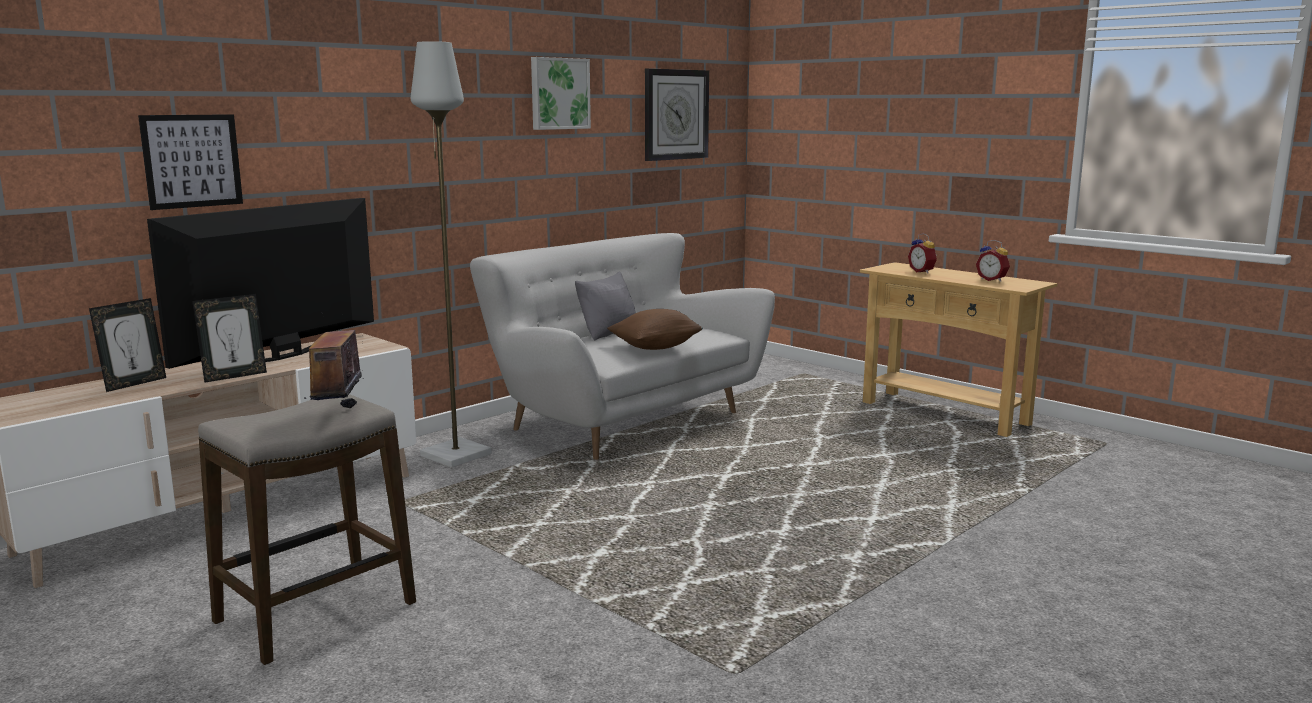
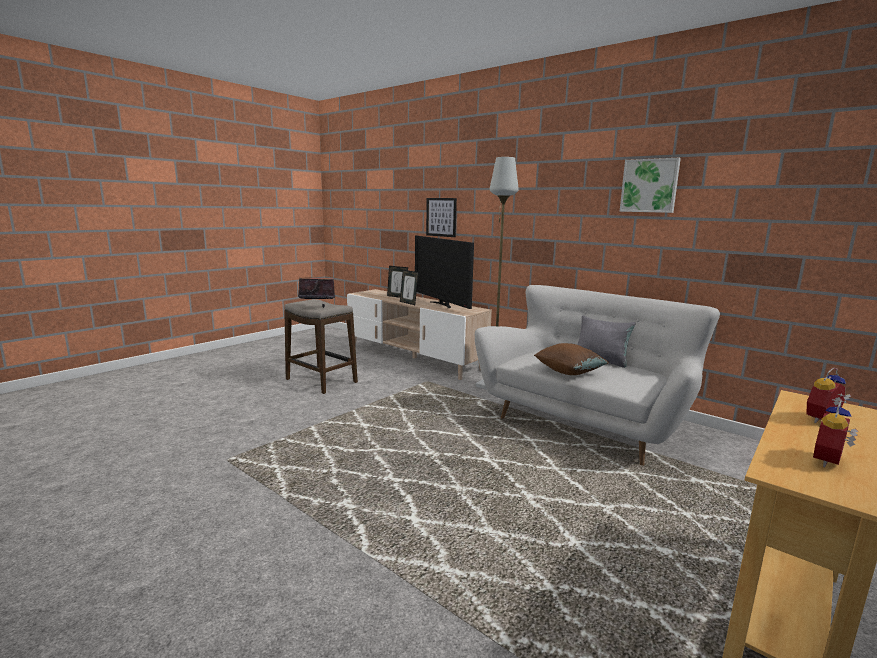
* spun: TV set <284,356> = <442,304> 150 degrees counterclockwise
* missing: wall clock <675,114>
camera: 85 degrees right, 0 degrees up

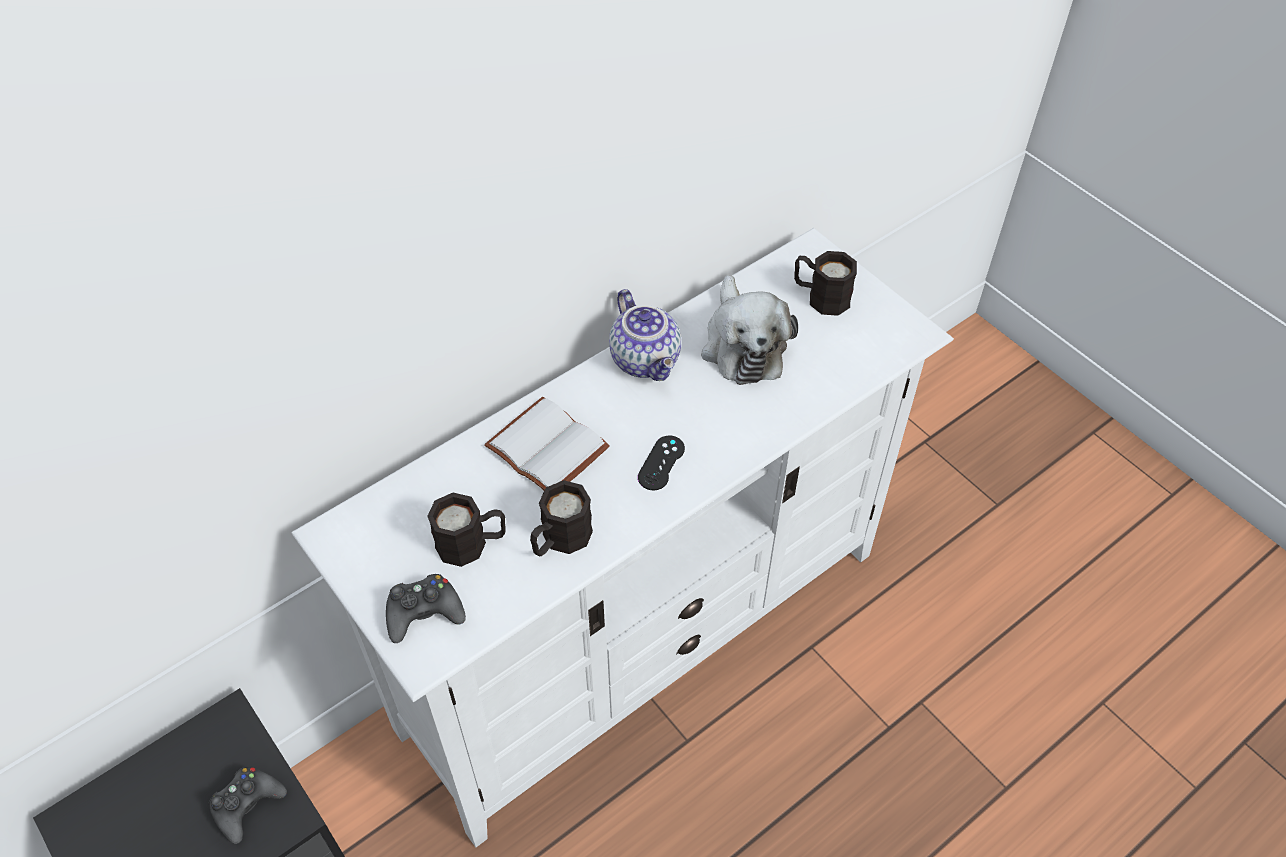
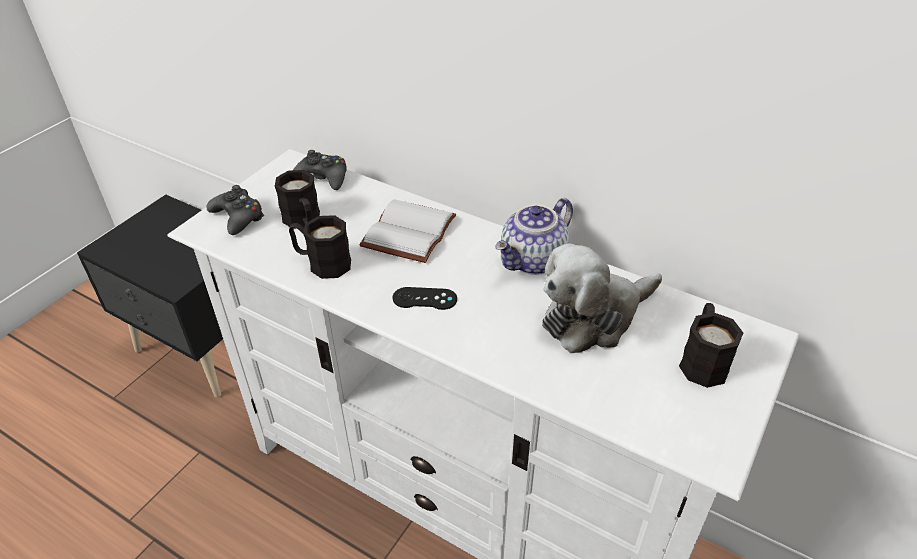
* relocated: black-coloured gamepad <247,805> to <322,178>
camera: 70 degrees right, 10 degrees down

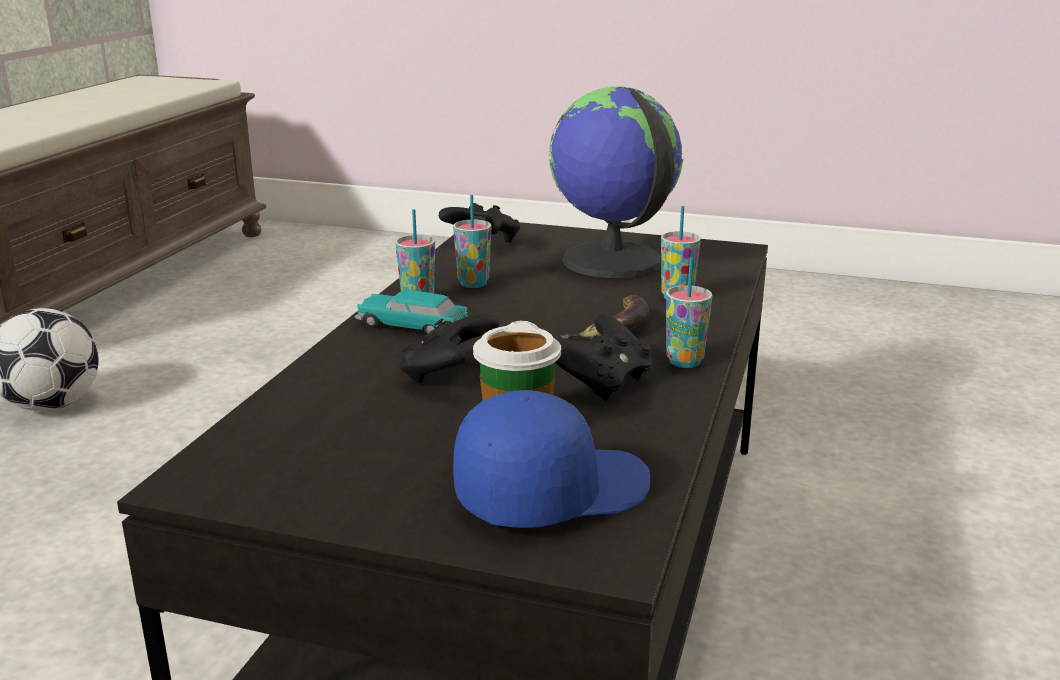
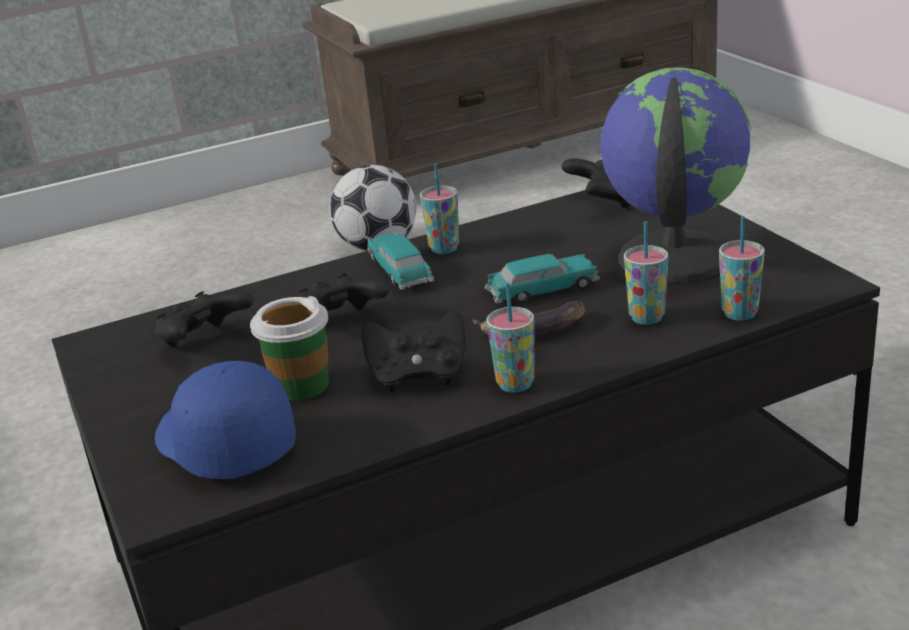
* appeared: black-coloured gamepad <205,342>
* spun: bluish peaked cap <551,492> = <222,445> 150 degrees counterclockwise
* appeared: miniature car <543,289>
* relocated: drinking cup <473,283> to <739,313>
camera: 50 degrees right, 5 degrees up

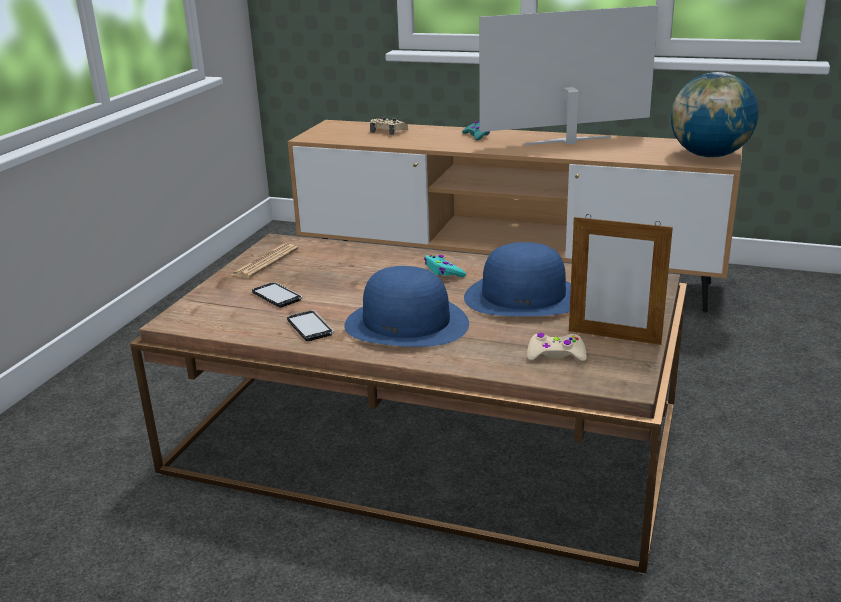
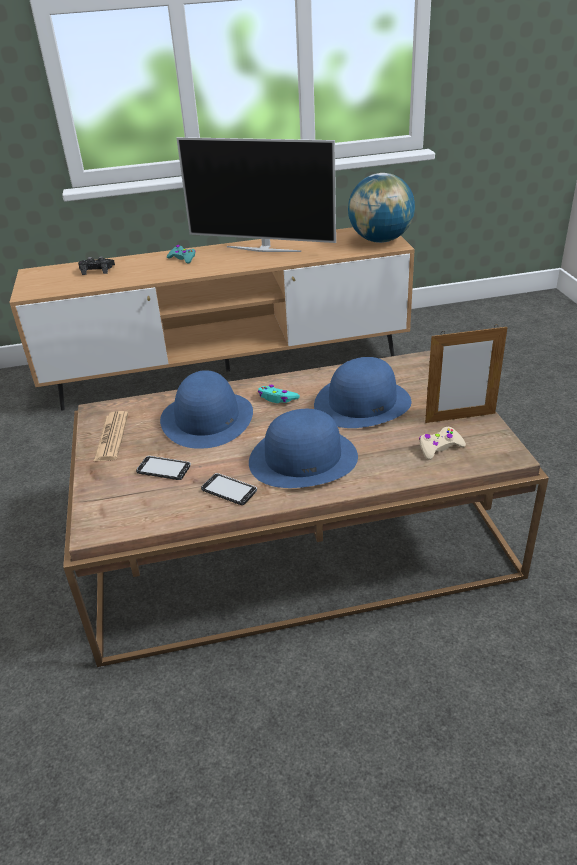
* colour: beige gamepad <388,131> to black-coloured gamepad <97,270>
* appeared: bluish clothing hat <207,418>
* spun: TV set <568,141> = <264,249> 120 degrees counterclockwise
camera: 30 degrees left, 10 degrees up

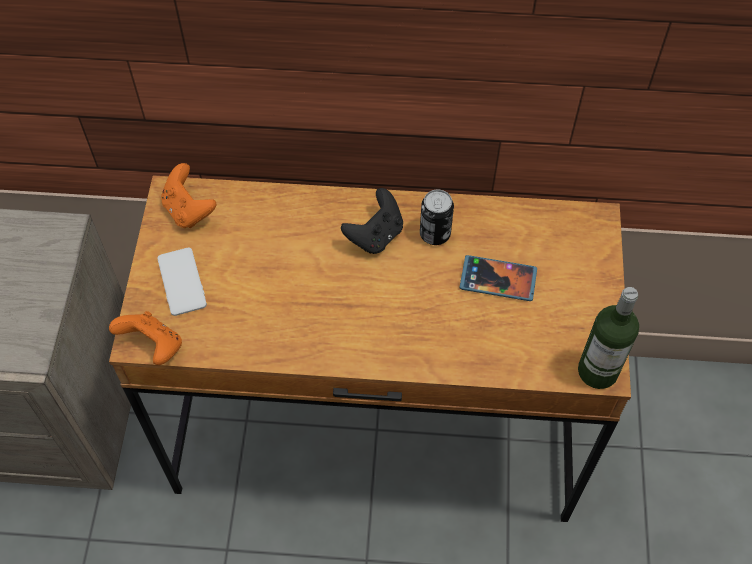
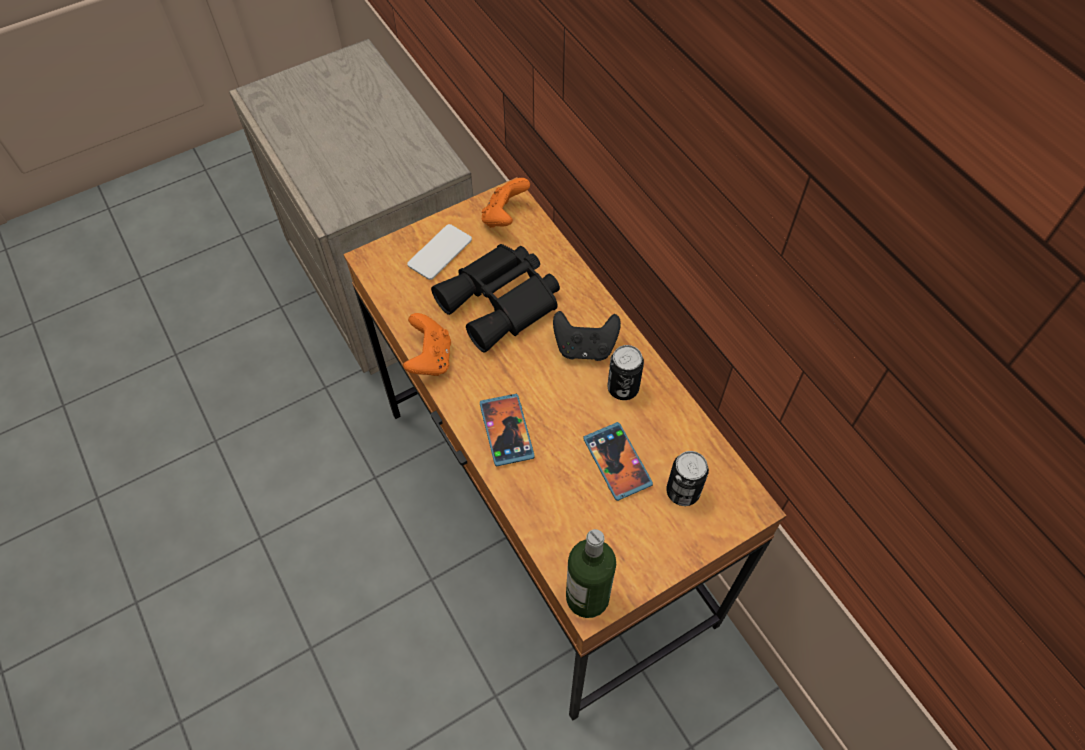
* relocated: orangey gamepad <153,347> to <430,358>
* appeared: black-coloured field glasses <502,303>
* appeared: handset <506,431>
* appeared: sealed can <683,491>
camera: 55 degrees right, 0 degrees up

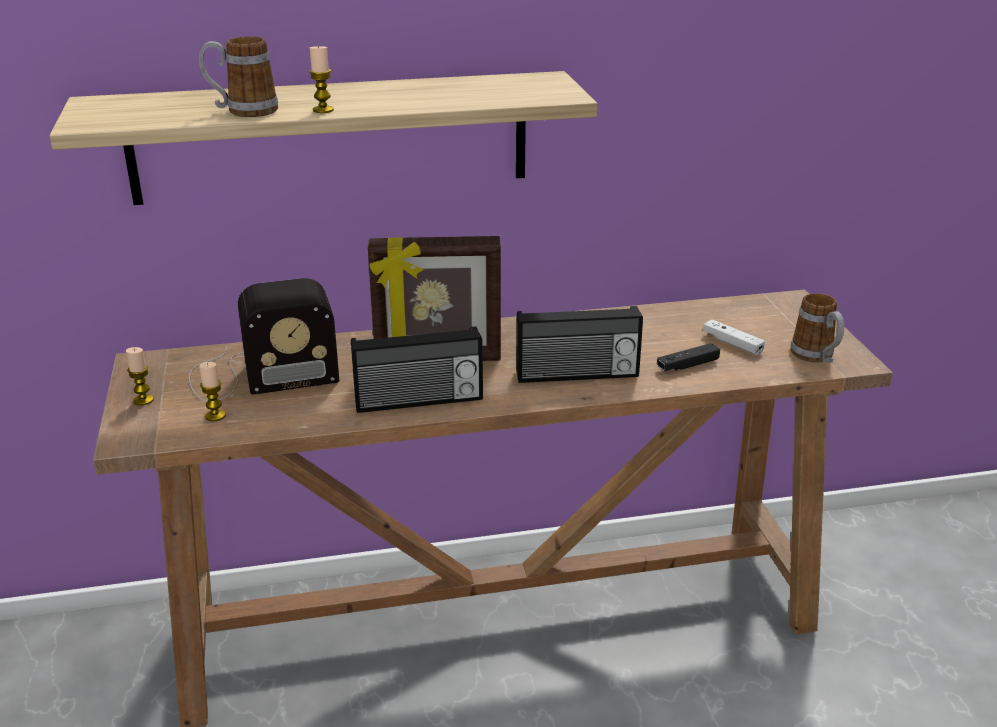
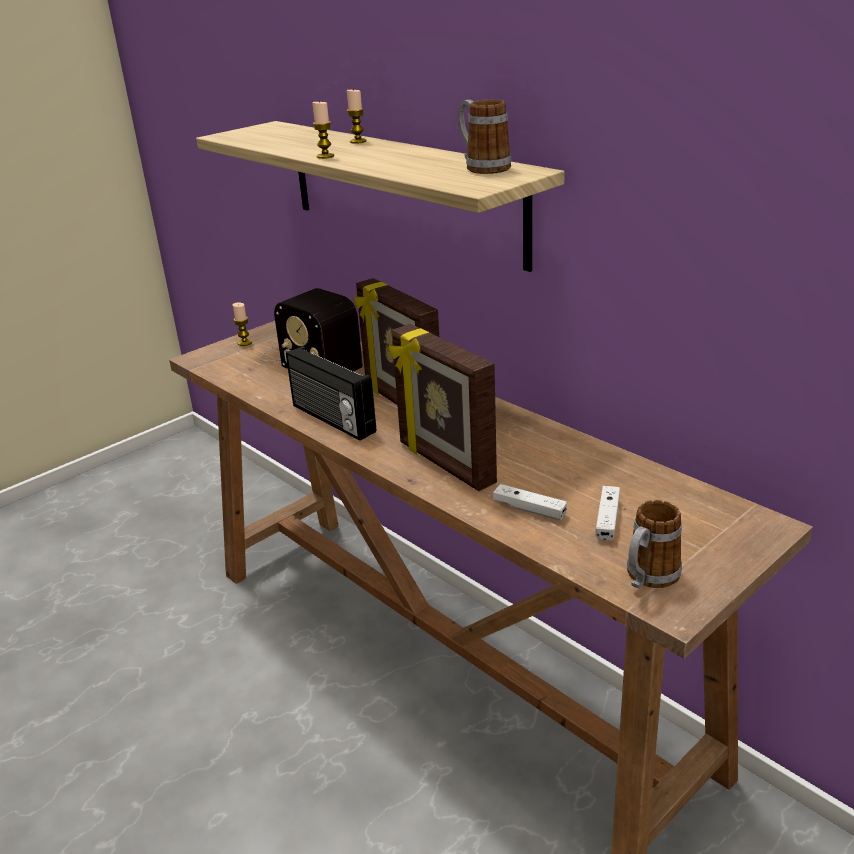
* relocated: candle <215,416> to <358,141>
* exchanged: radio set <577,375> to picture frame <444,464>
* relocated: mug <242,111> to <482,167>
* colour: black-coloured gamepad <687,365> to white gamepad <529,509>
camera: 60 degrees right, 0 degrees up

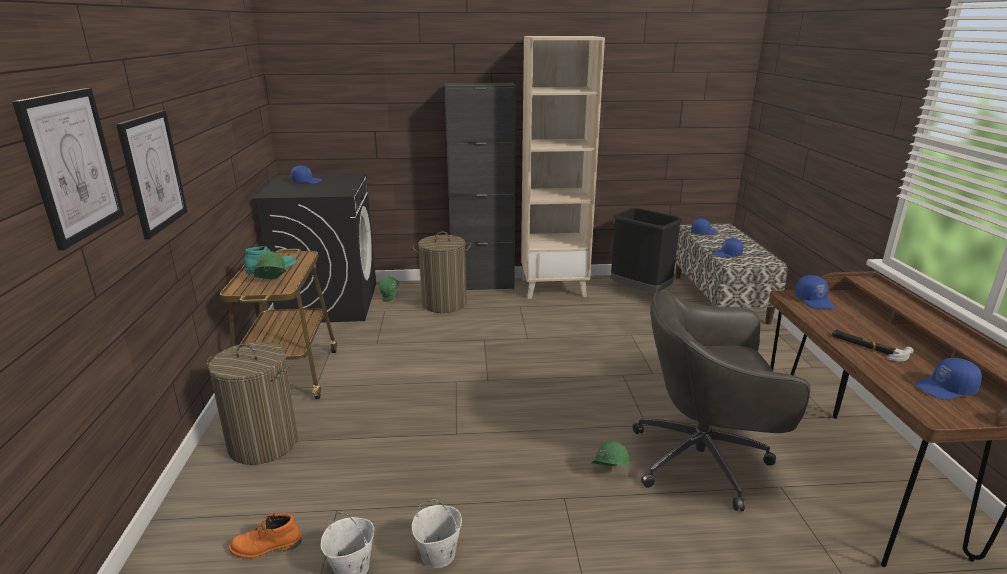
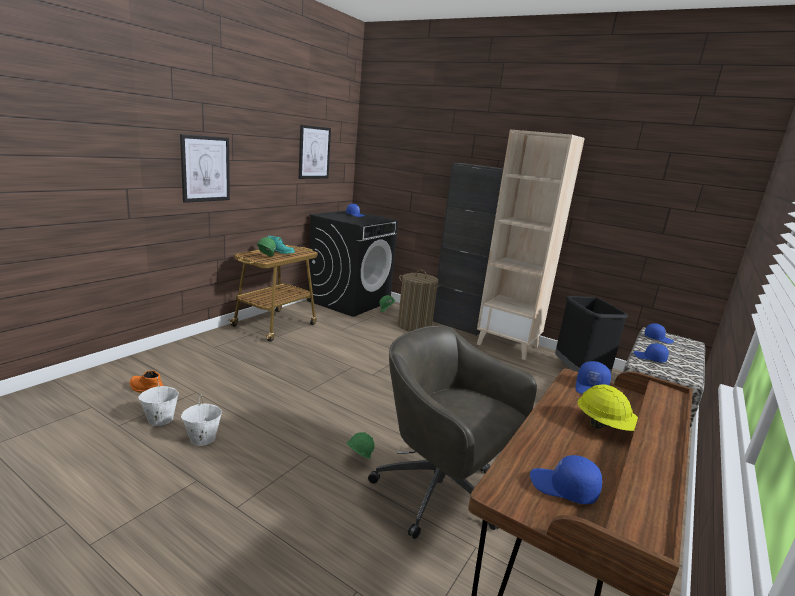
* relocated: wall art <72,165> to <314,152>
* appeared: yellow-coloured safety helmet <605,427>
* missing: washing basket <263,443>
* missing: hand hammer <868,347>
camera: 35 degrees right, 5 degrees down

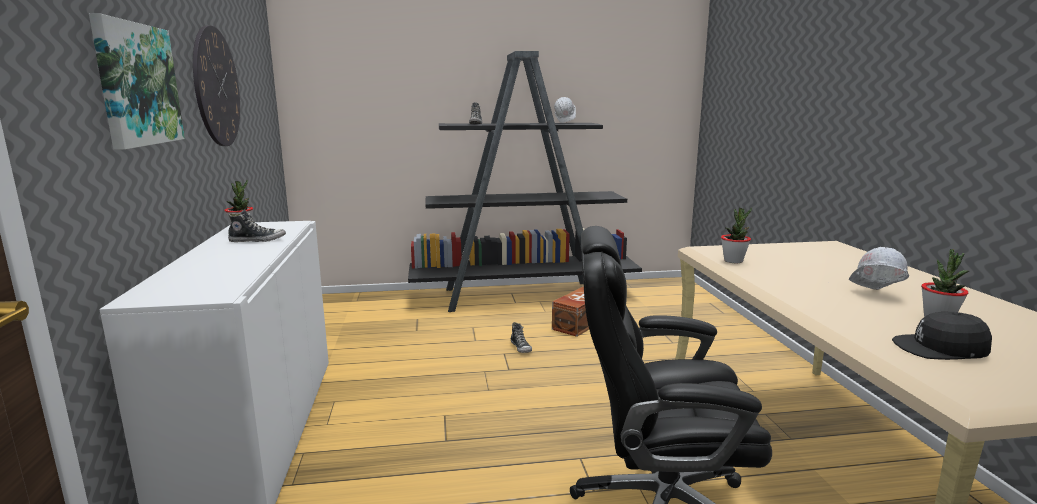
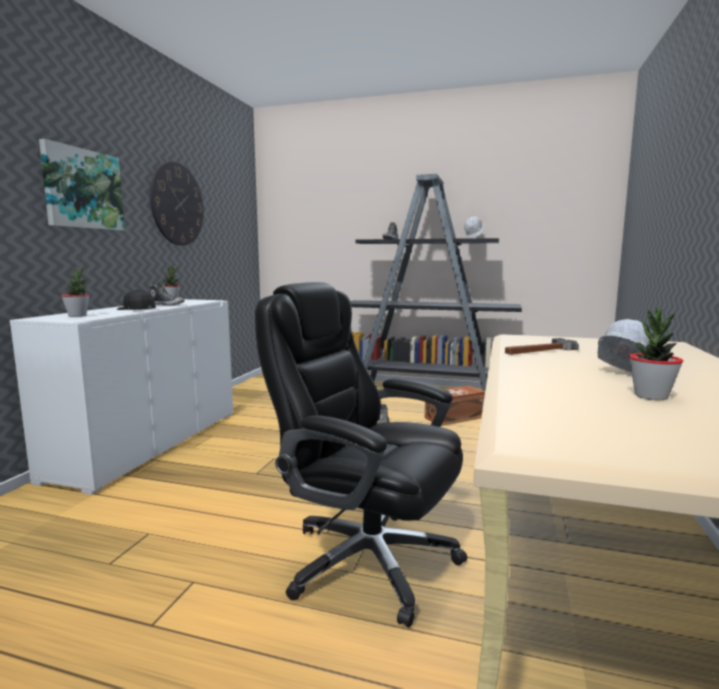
* relocated: houseplant <733,261> to <77,316>
* relocated: black-coloured peaked cap <940,349> to <137,309>
* appeared: hand hammer <541,352>
camera: 25 degrees right, 5 degrees down

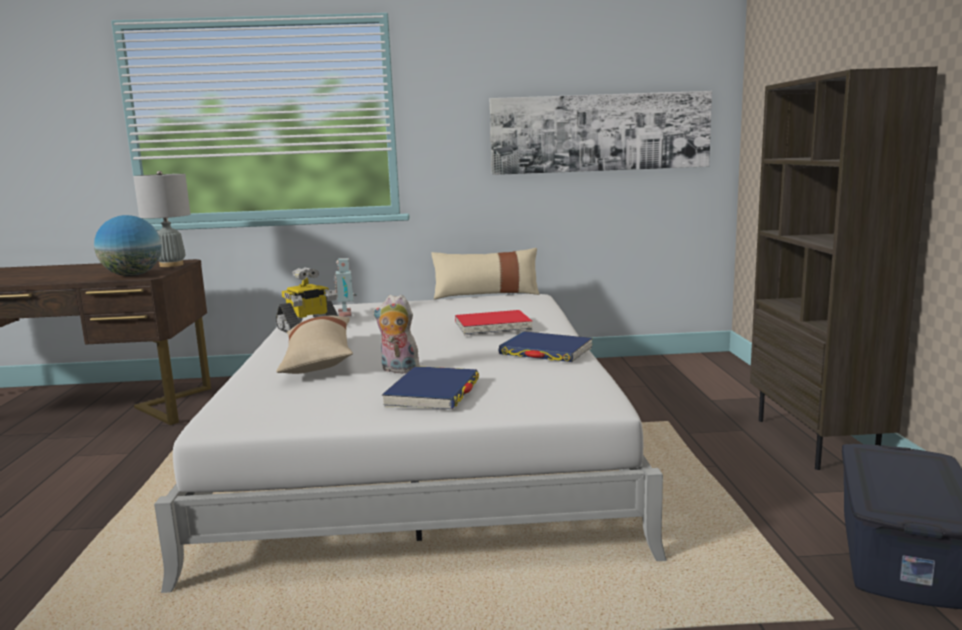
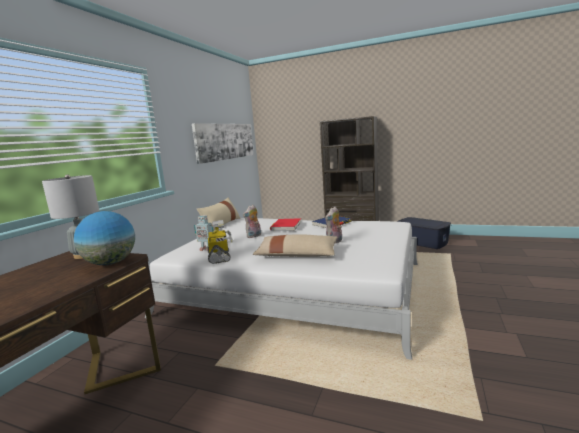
* appeared: soft toy <254,236>
* missing: bluish book <433,393>
camera: 65 degrees left, 0 degrees up

